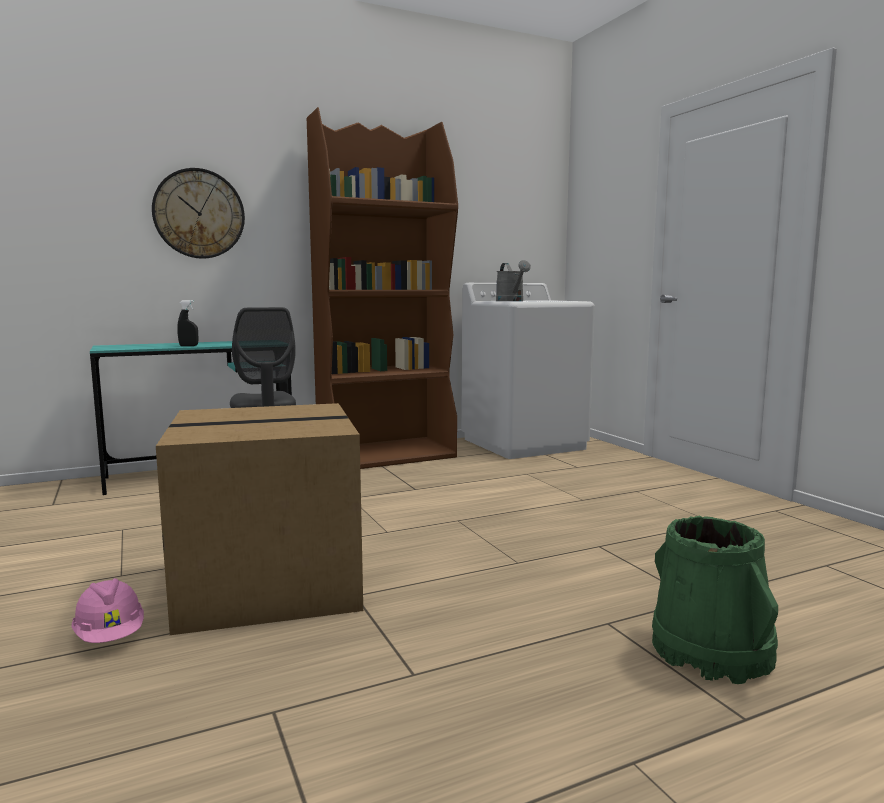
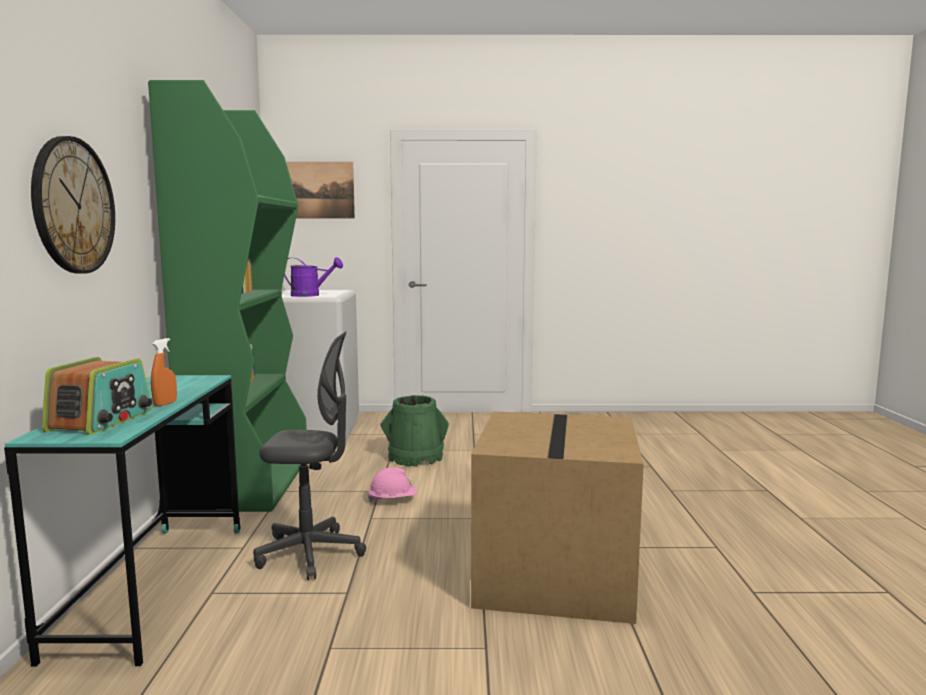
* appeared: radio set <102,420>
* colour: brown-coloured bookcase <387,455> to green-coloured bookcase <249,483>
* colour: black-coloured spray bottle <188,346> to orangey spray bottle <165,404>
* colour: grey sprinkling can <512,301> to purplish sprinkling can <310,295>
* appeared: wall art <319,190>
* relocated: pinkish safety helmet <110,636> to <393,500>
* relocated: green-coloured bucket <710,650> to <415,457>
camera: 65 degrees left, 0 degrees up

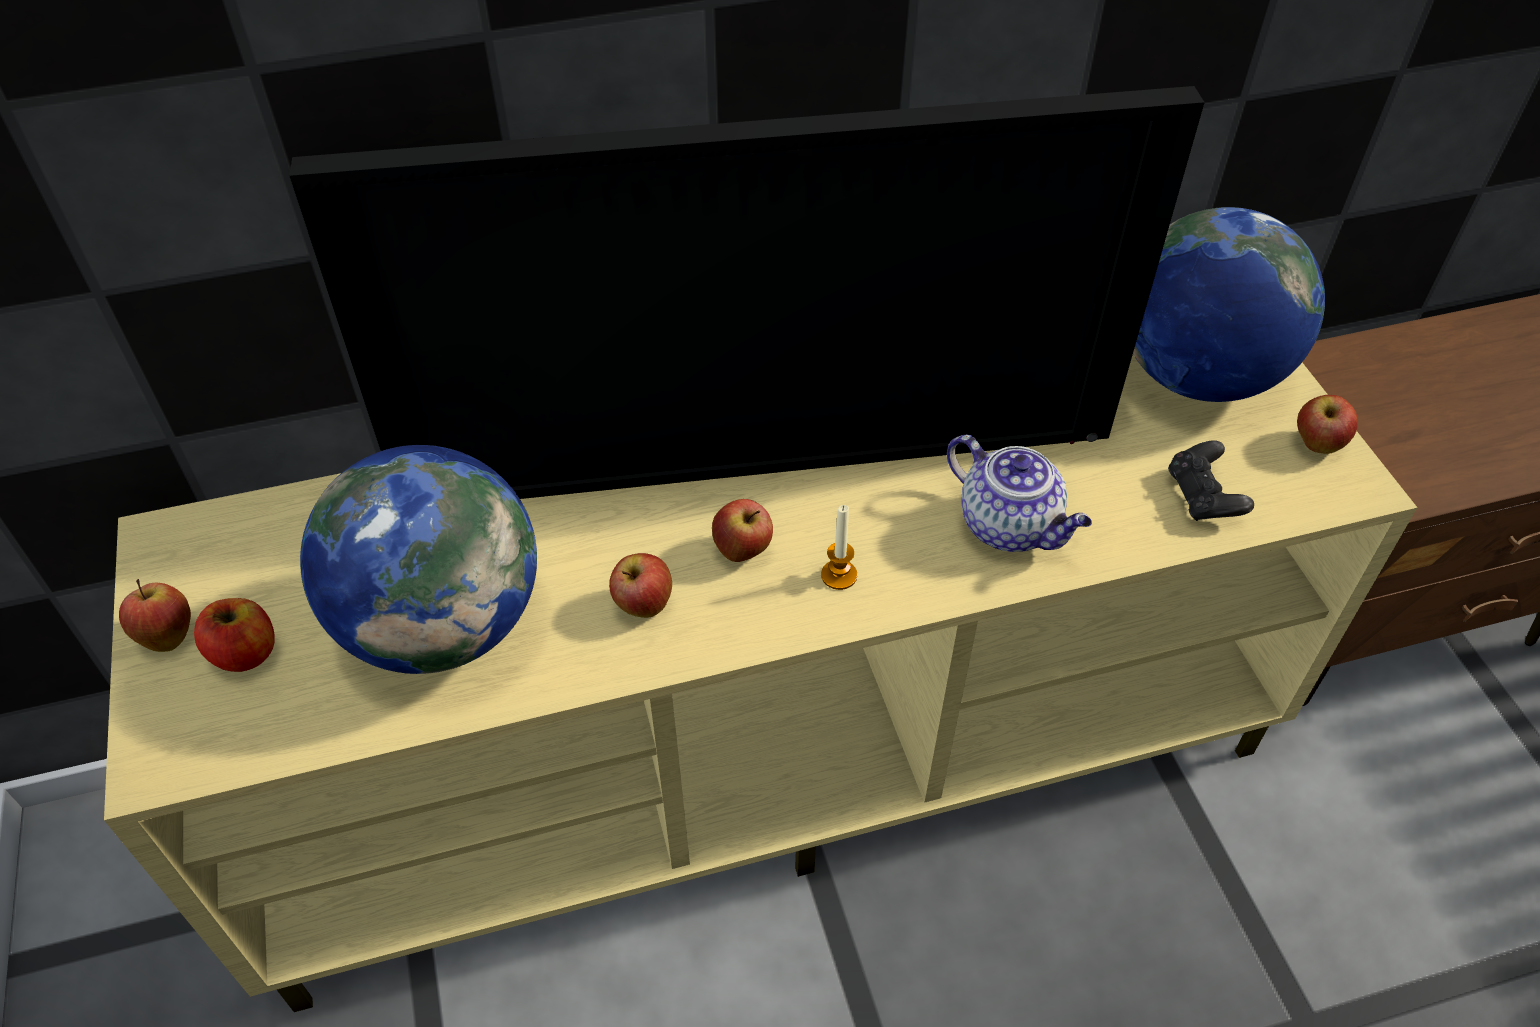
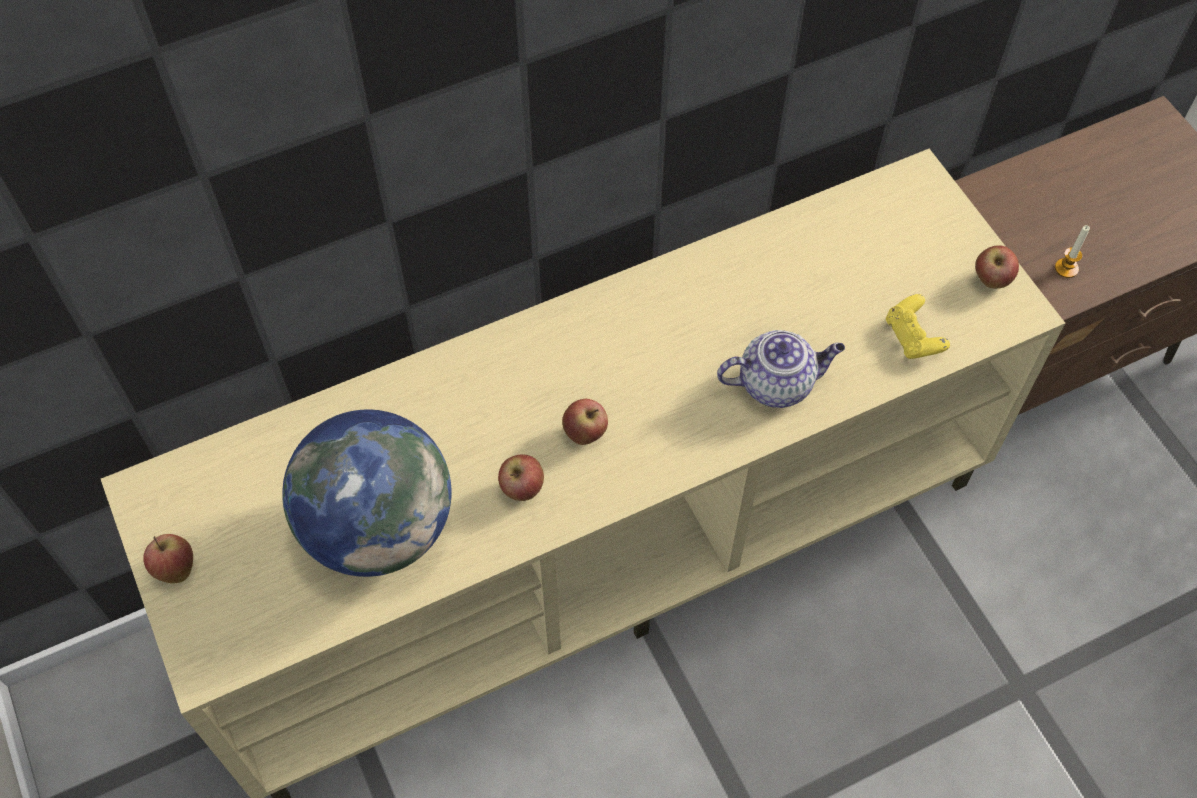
* spun: tea pot <1011,526> = <777,383> 45 degrees counterclockwise
* colour: black-coloured gamepad <1203,497> to yellow-coloured gamepad <913,337>
* relocated: candle <839,575> to <1066,268>
* missing: apple fruit <245,653>
* missing: TV set <760,441>
* missing: globe <1196,375>
camera: 10 degrees left, 10 degrees up

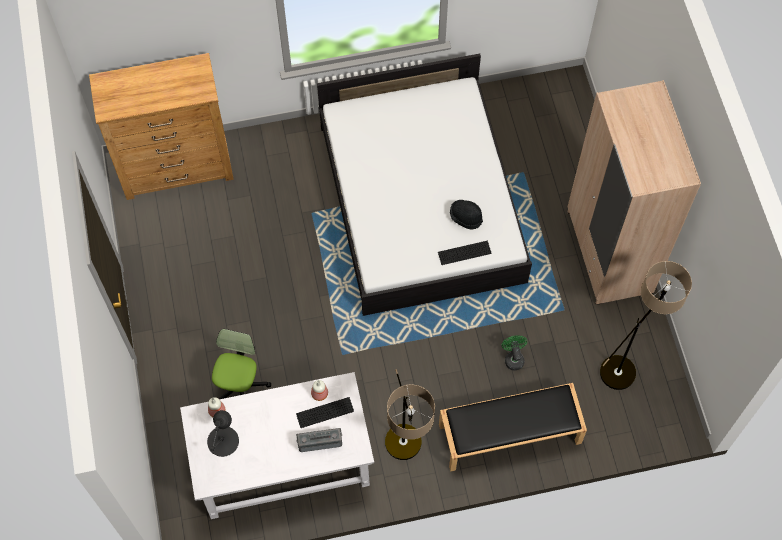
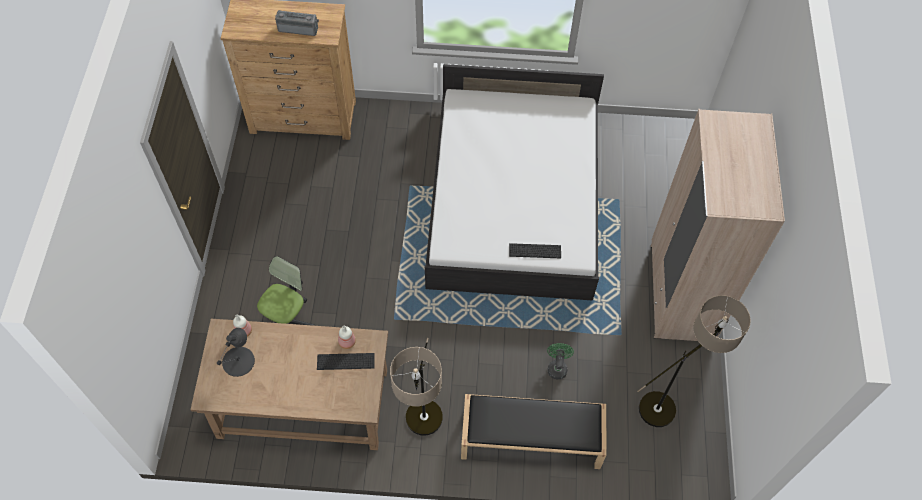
* colour: white desk unit <283,461> to brown-coloured desk unit <303,403>
* relocated: radio set <320,441> to <298,28>
* missing: black-coloured clothing hat <465,217>
camera: 15 degrees right, 5 degrees down

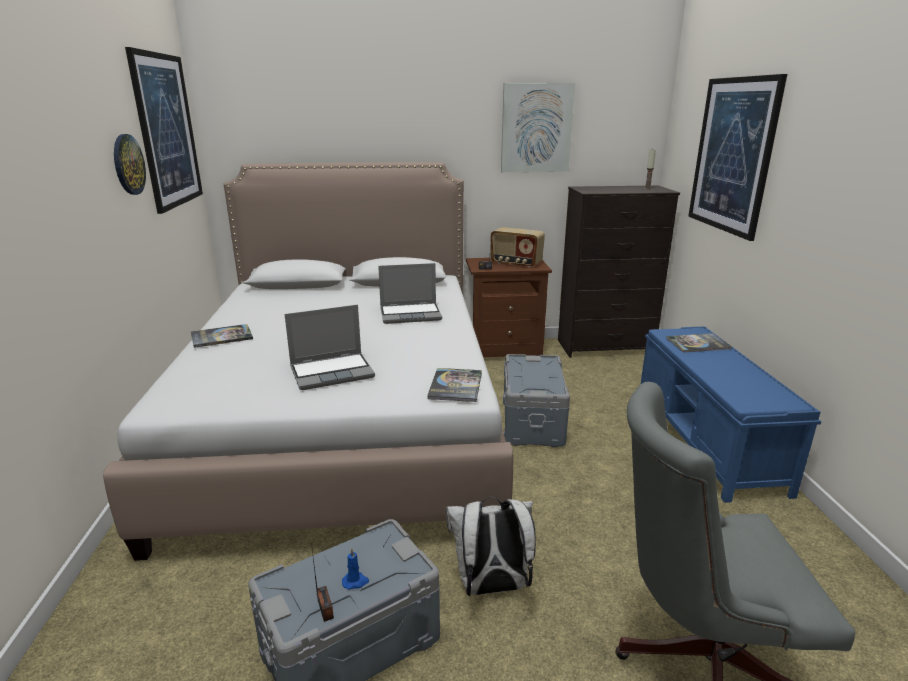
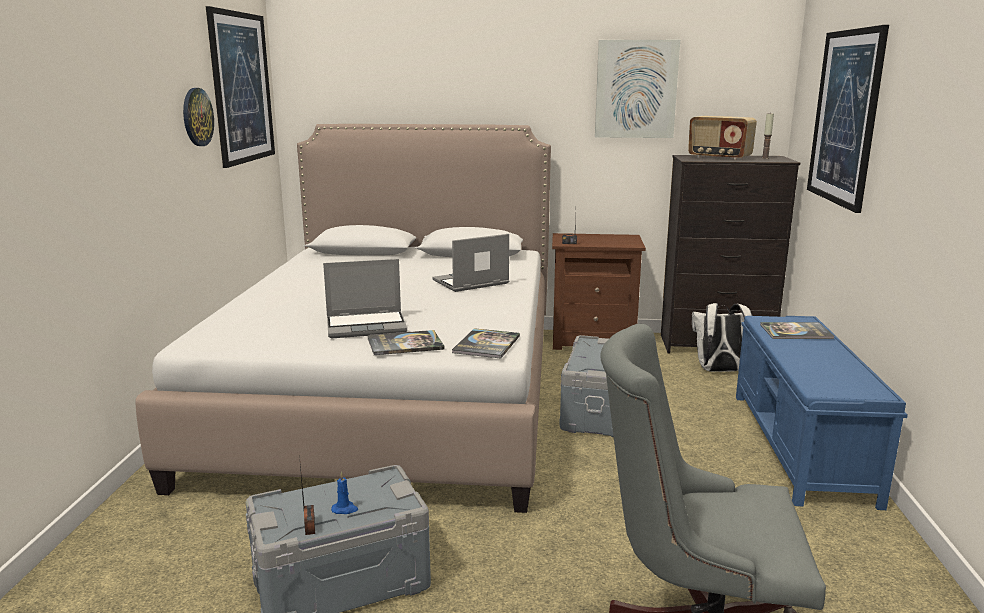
* relocated: book <221,336> to <405,344>
* spun: laptop <411,314> = <470,283> 150 degrees clockwise
* relocated: radio set <516,264> to <719,158>
* relocated: white backpack <491,587> to <719,371>
camera: 10 degrees right, 5 degrees down

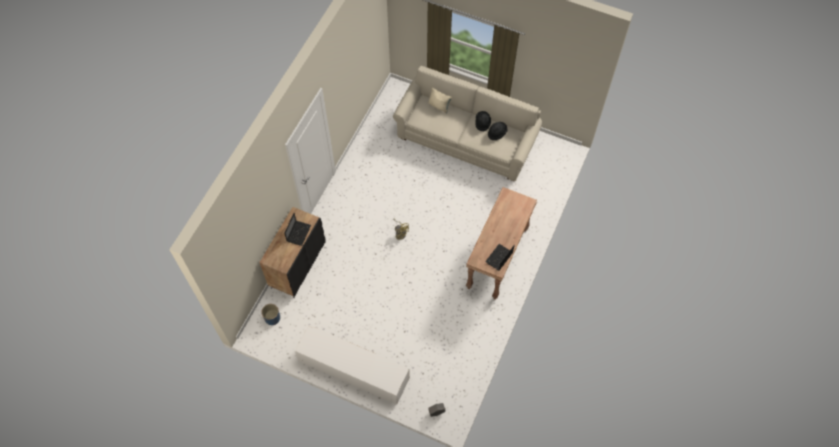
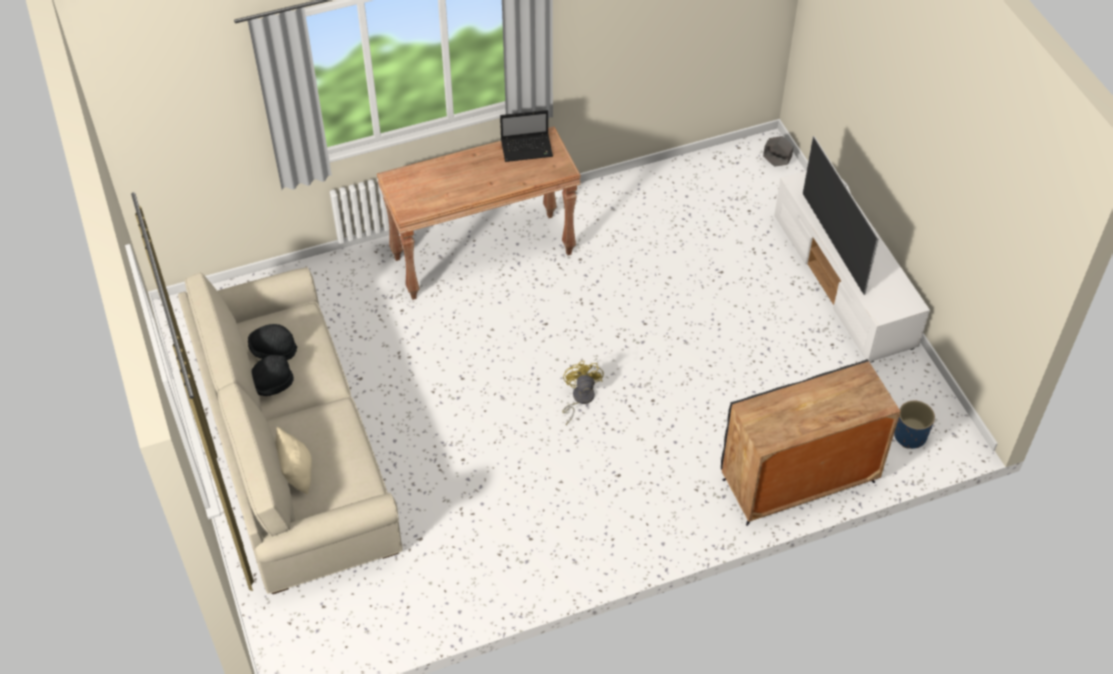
* appeared: TV set <833,243>
* missing: laptop <298,233>
camera: 135 degrees left, 10 degrees down

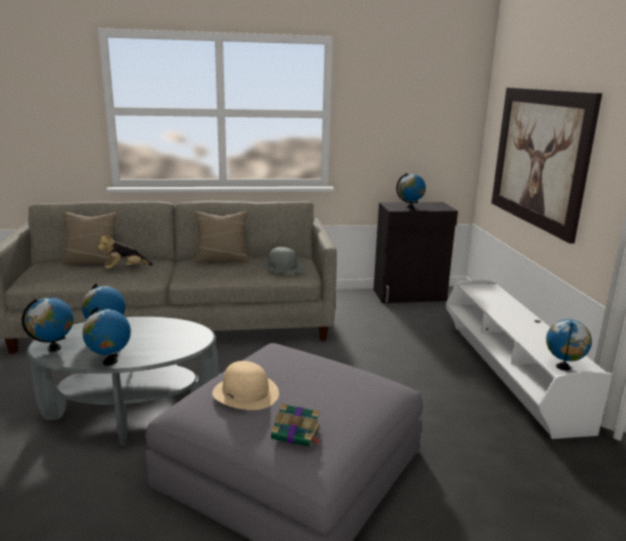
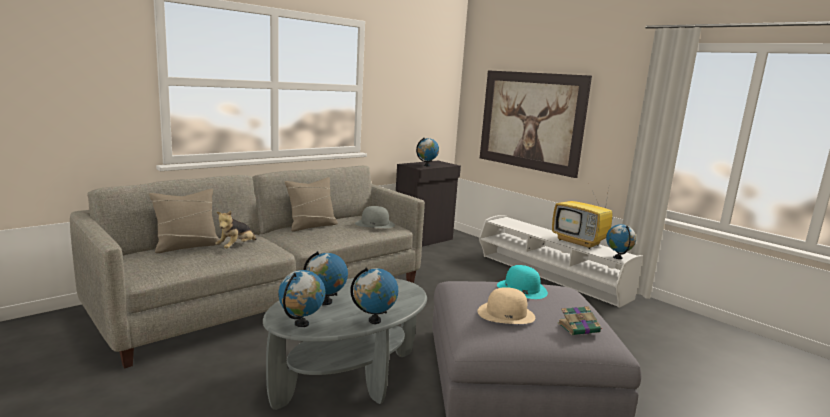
* appeared: turquoise-coloured clothing hat <521,289>
* appeared: TV set <580,242>
camera: 35 degrees left, 5 degrees down

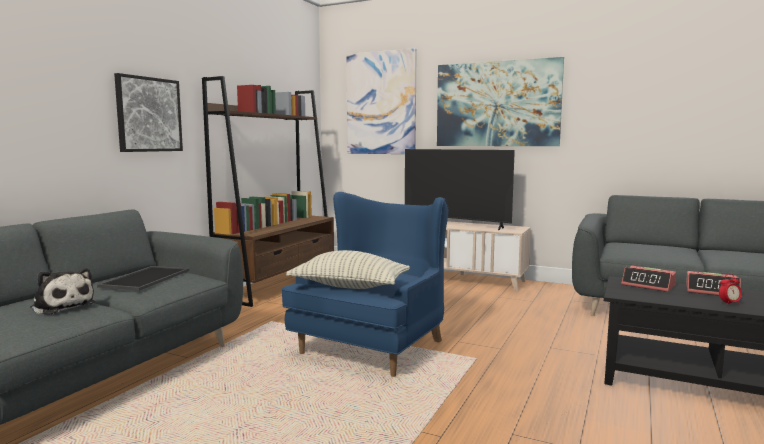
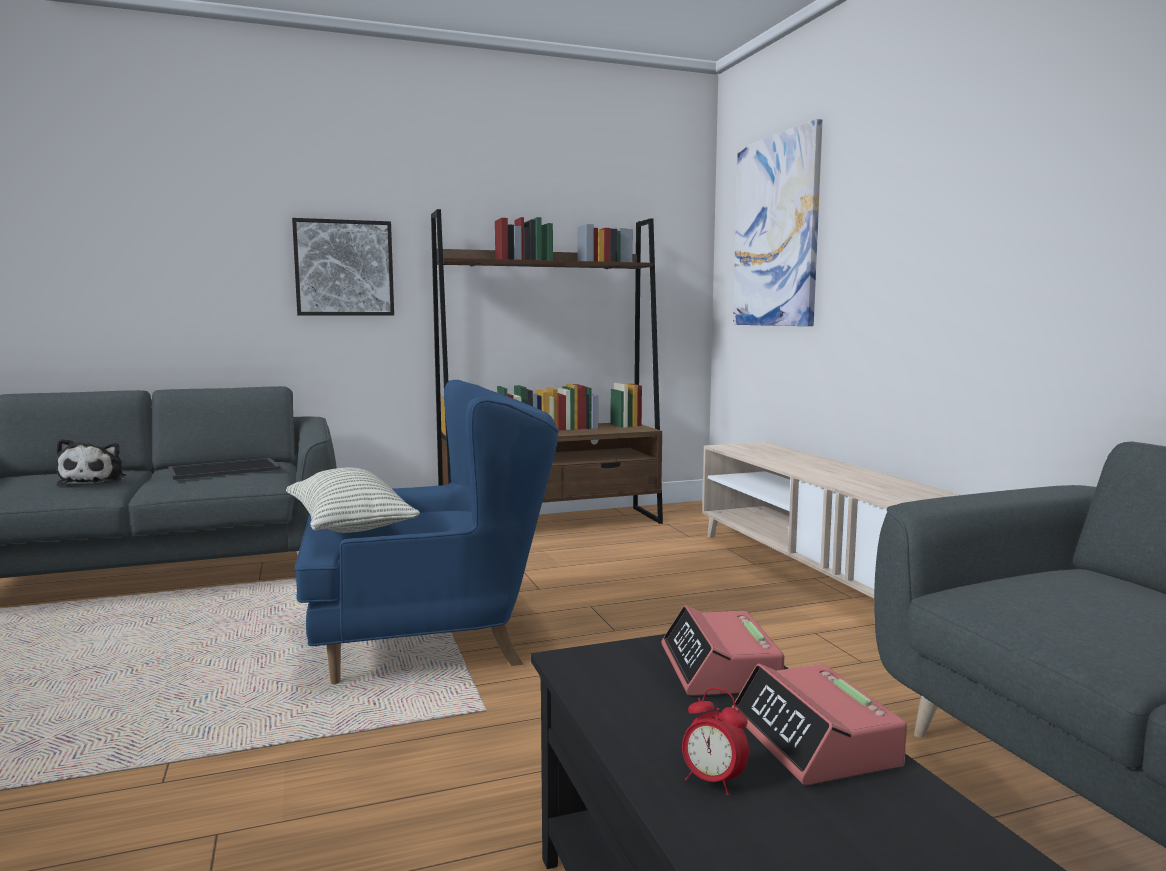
* missing: TV set <455,224>
* missing: wall art <497,104>
camera: 45 degrees right, 0 degrees up

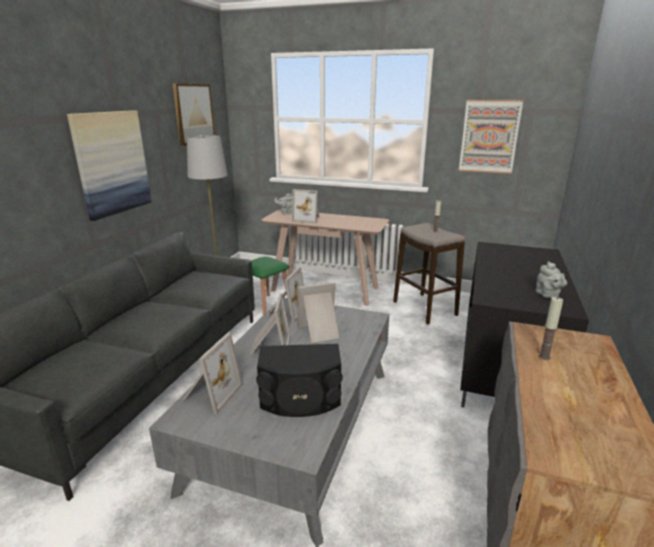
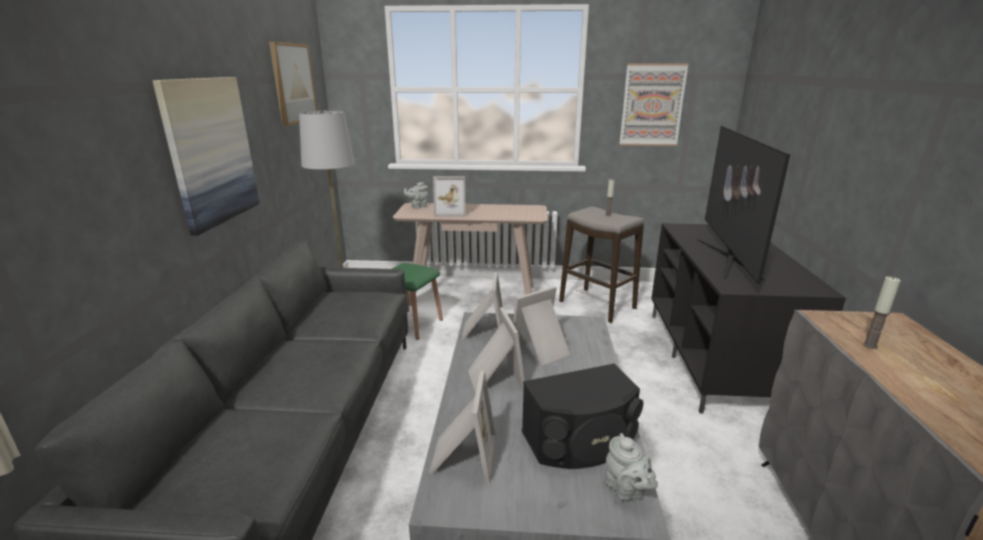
* relocated: grey tea pot <548,295> to <626,491>
* appeared: TV set <728,258>
camera: 15 degrees left, 0 degrees up

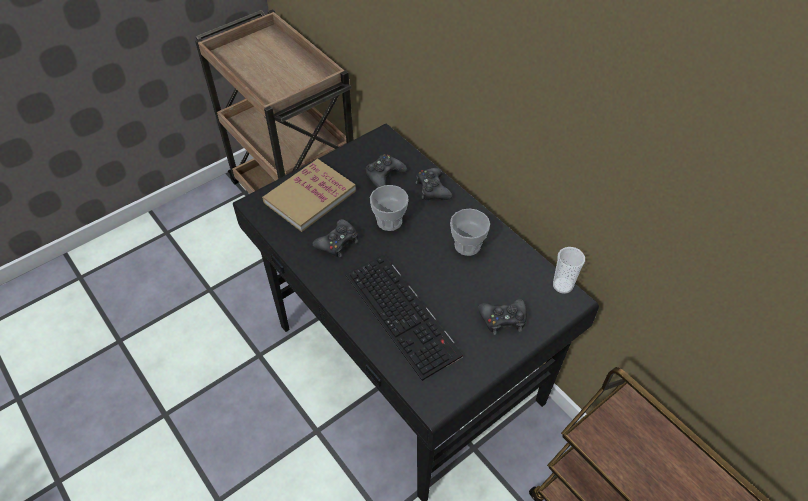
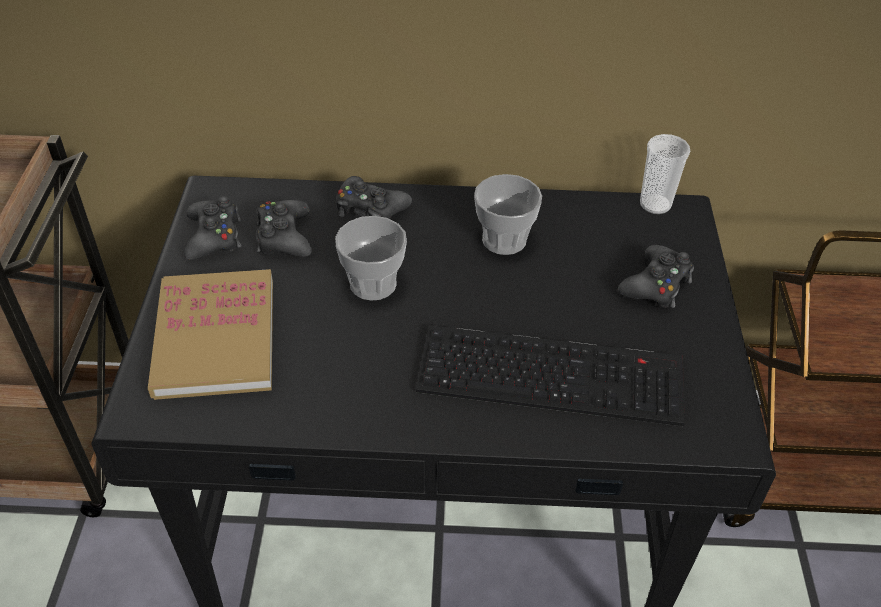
* relocated: black-coloured gamepad <337,242> to <214,237>
camera: 50 degrees left, 5 degrees down

